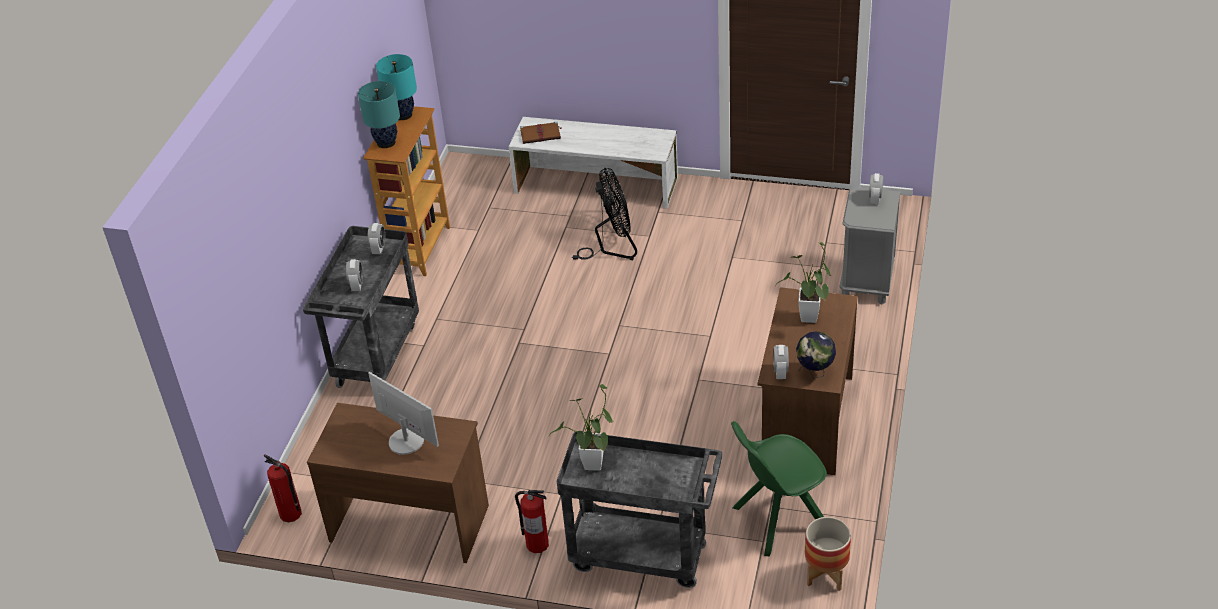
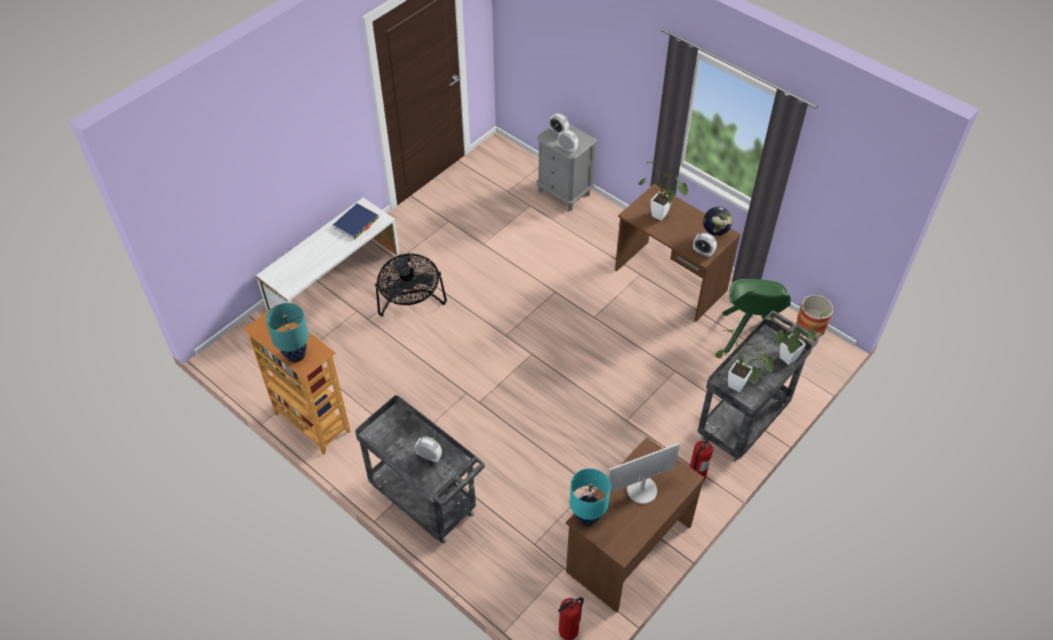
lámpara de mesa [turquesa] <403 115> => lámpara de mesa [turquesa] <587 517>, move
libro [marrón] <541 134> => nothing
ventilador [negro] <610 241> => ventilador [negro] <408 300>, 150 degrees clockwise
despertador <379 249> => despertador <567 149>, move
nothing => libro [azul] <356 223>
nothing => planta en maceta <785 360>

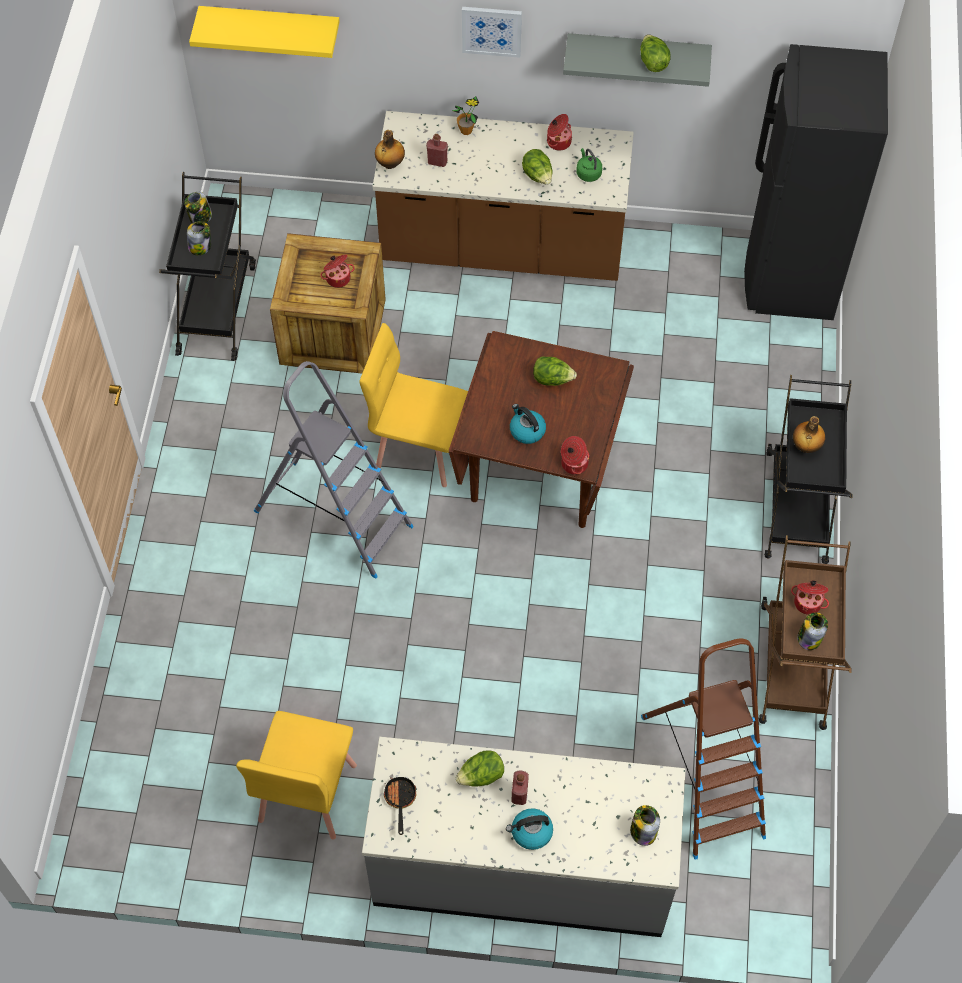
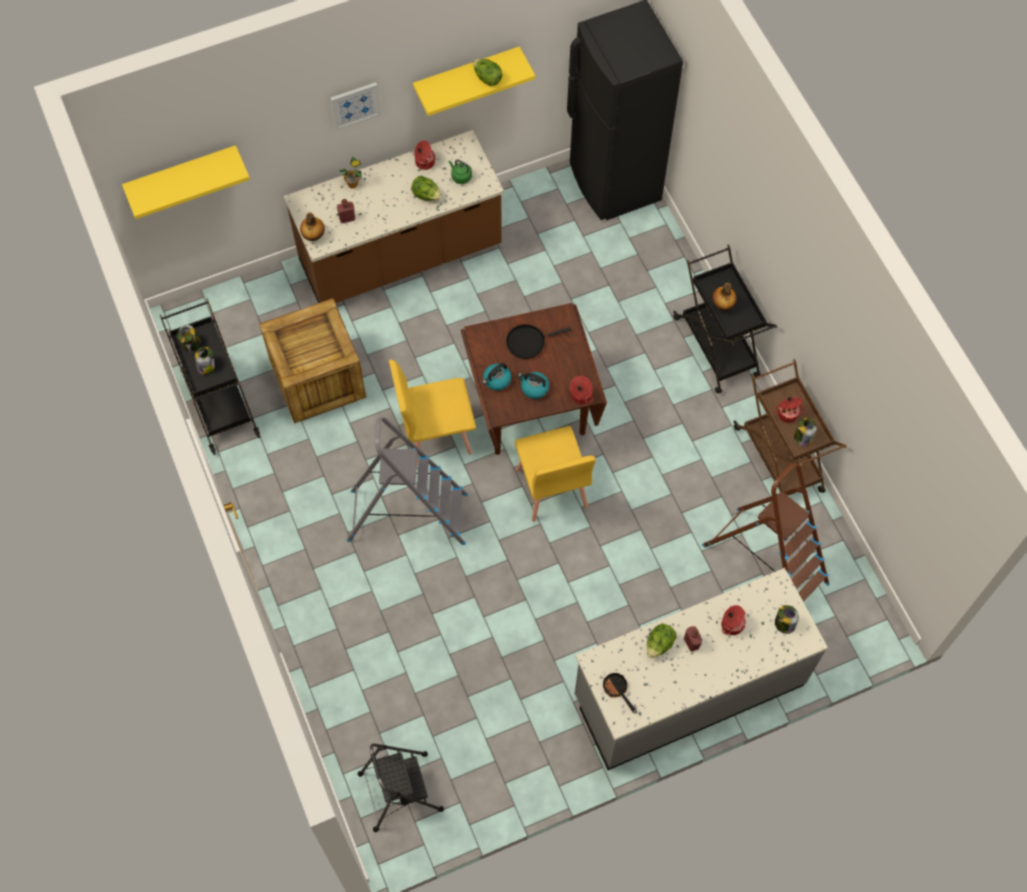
estante [gris] <638 53> => estante [amarillo] <466 74>
olla <338 278> => olla <731 624>, move
lechuga <552 379> => sartén [negro] <528 342>
silla [amarillo] <306 793> => silla [amarillo] <551 489>, move
hervidor <531 832> => hervidor <496 380>, move
nothing => escalera de tijera [negro] <397 791>

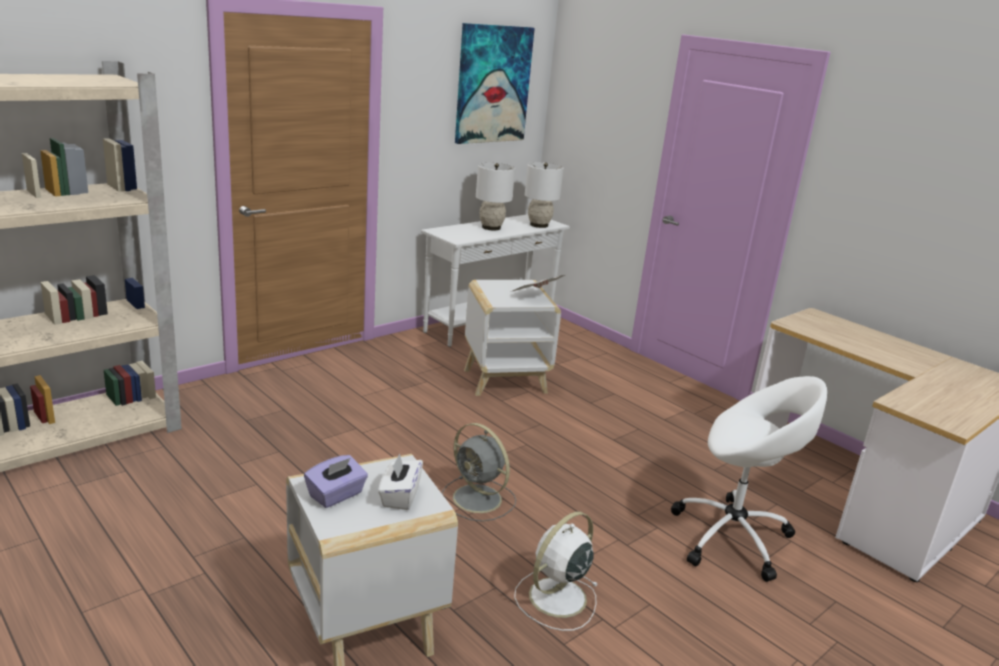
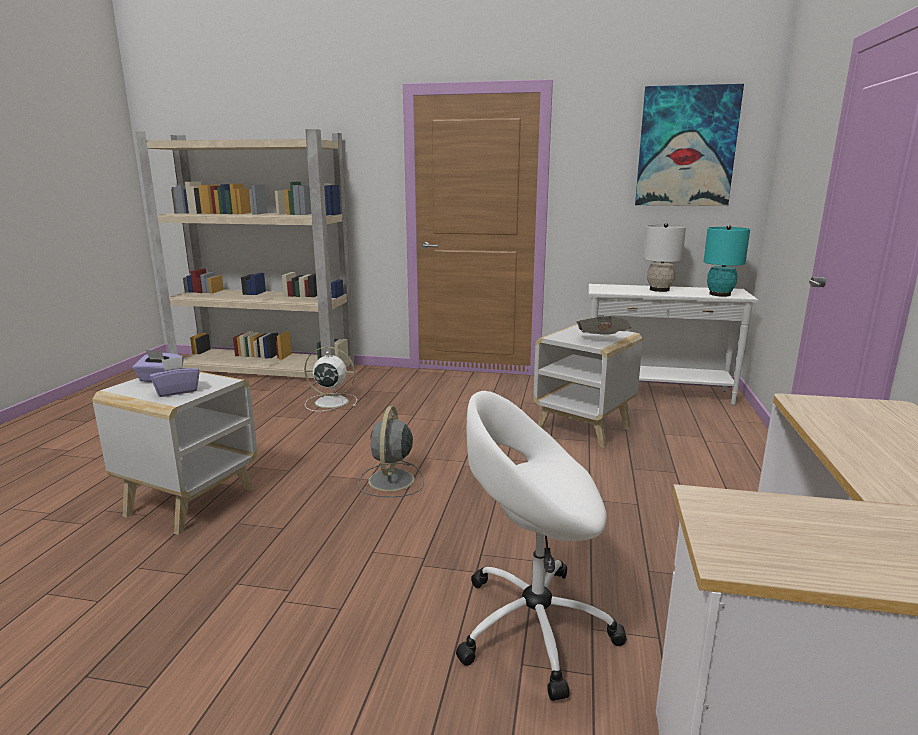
lámpara de mesa [blanco] <538 225> => lámpara de mesa [turquesa] <719 294>
silla de oficina [blanco] <734 537> => silla de oficina [blanco] <530 626>, 105 degrees clockwise
caja de pañuelos [blanco] <399 496> => caja de pañuelos [morado] <177 391>
ventilador [blanco] <555 598> => ventilador [blanco] <330 402>, move

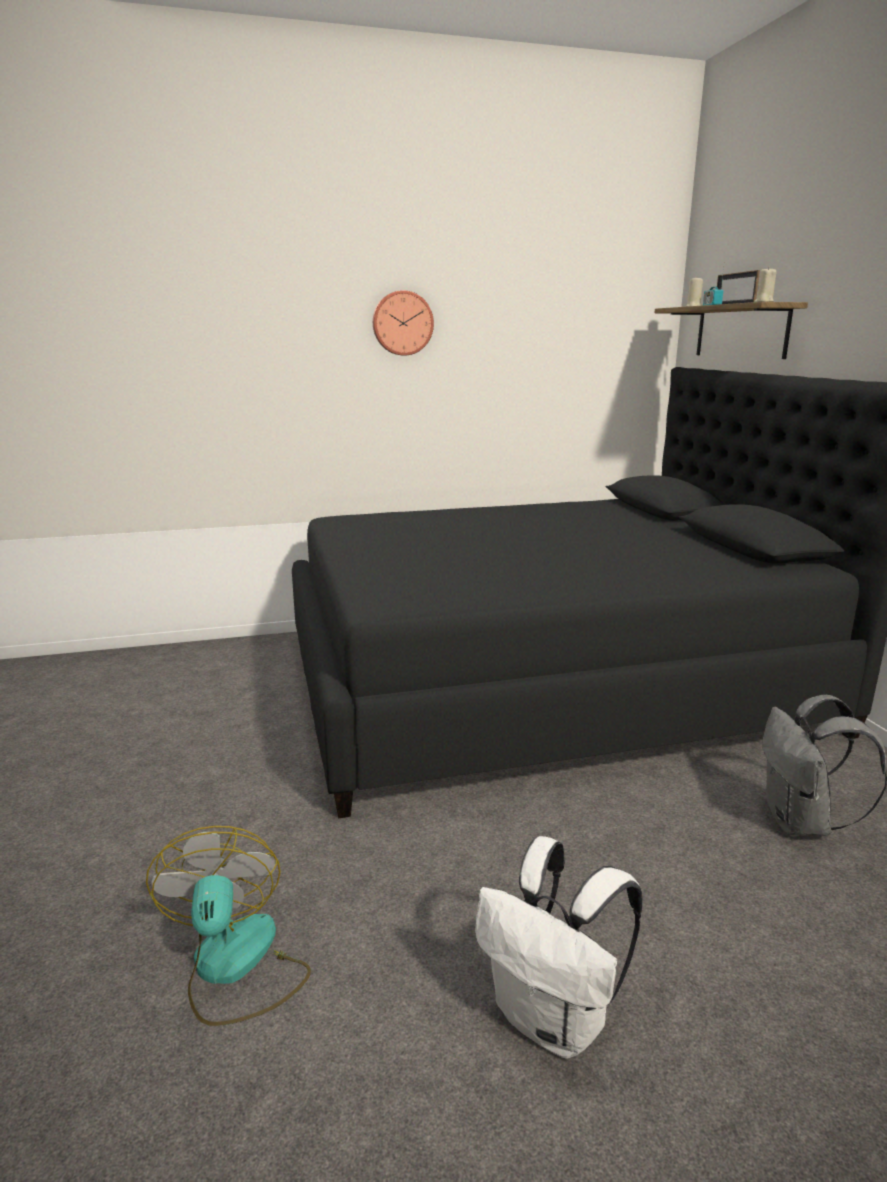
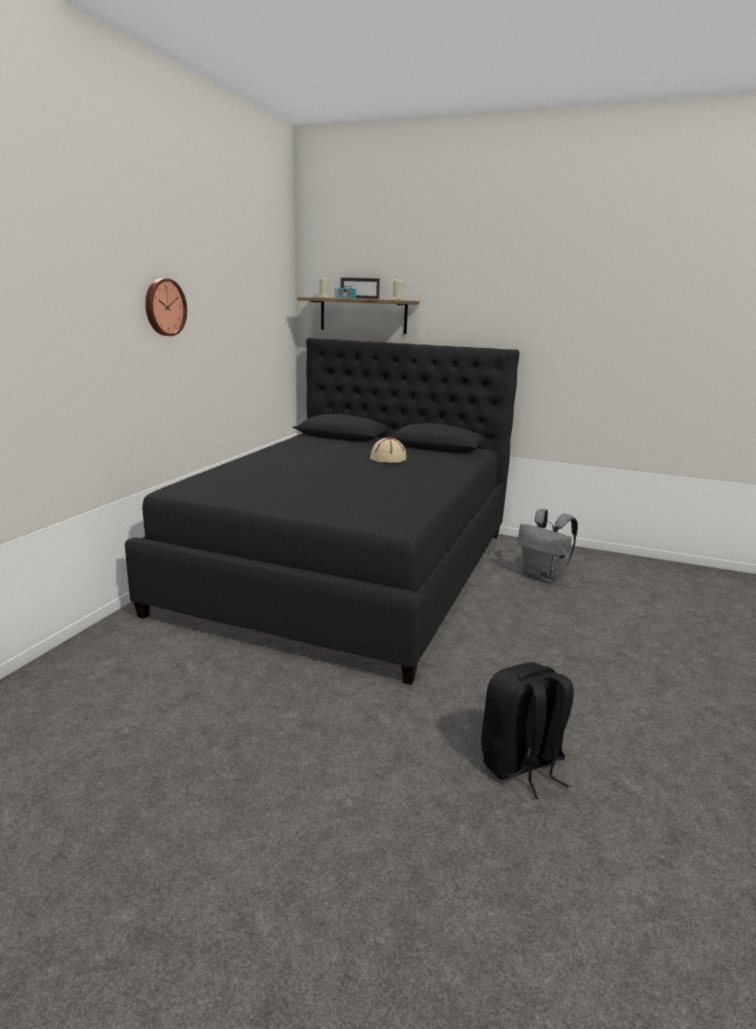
ventilador <235 967> => mochila [negro] <521 765>
mochila [blanco] <553 1020> => nothing
nothing => sombrero [beis] <388 459>

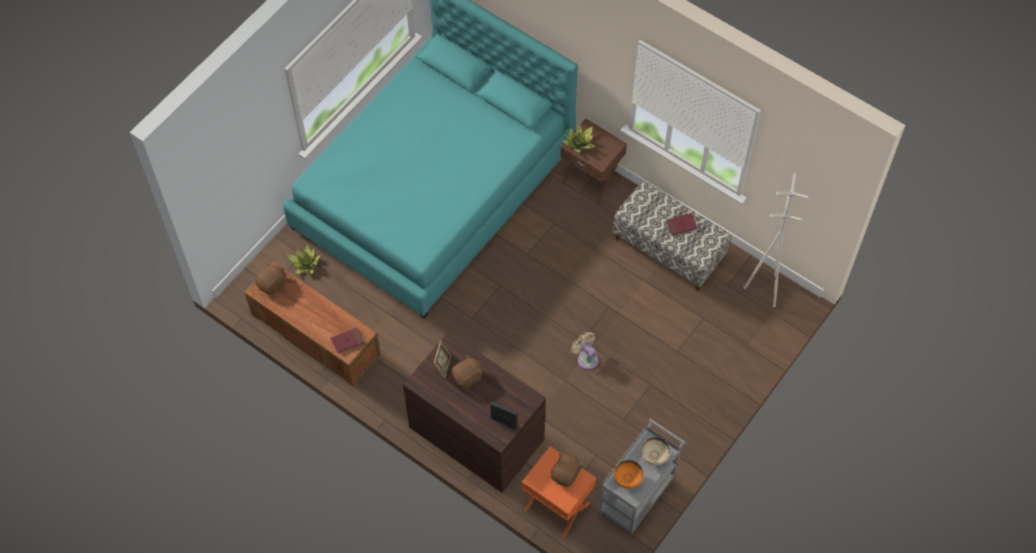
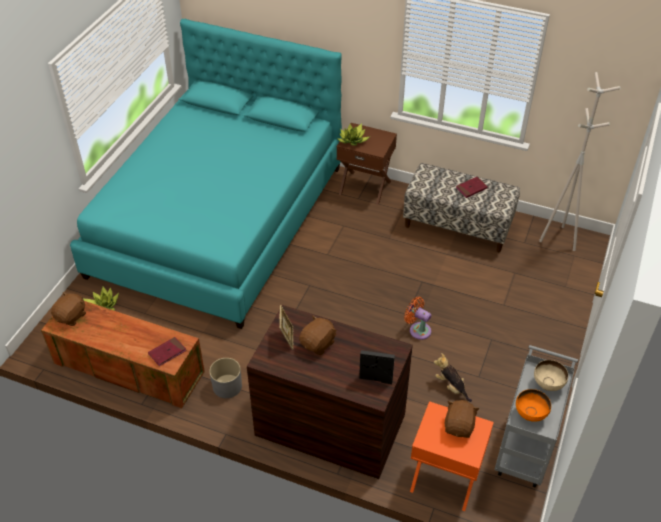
ventilador [beis] <586 358> => ventilador [naranja] <418 329>
nothing => peluche <451 386>
nothing => maceta [gris] <227 386>

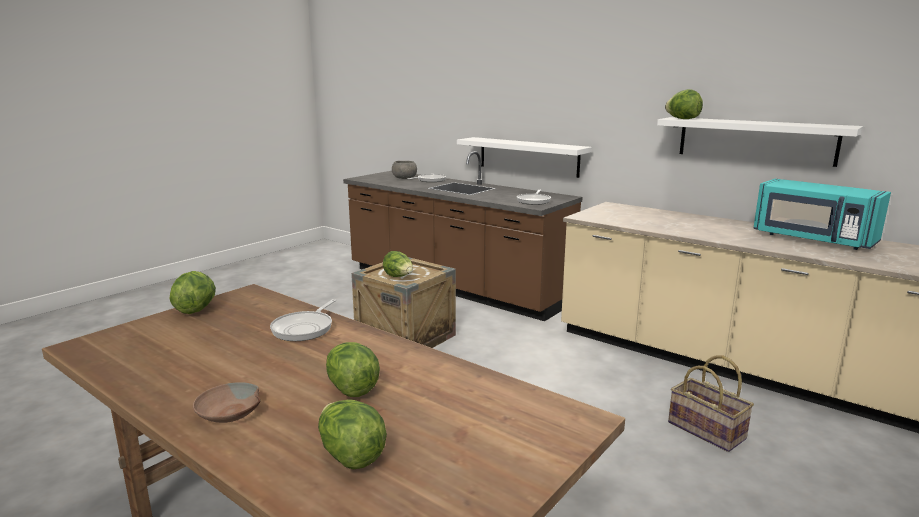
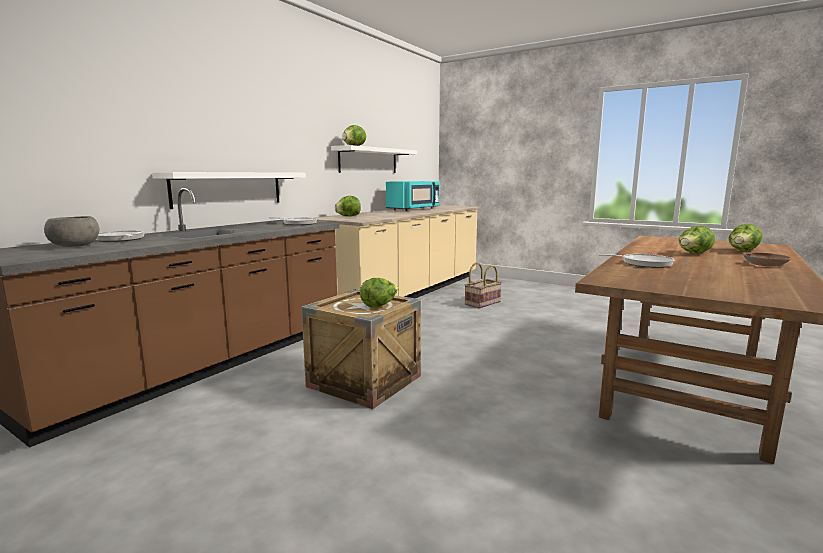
lechuga <196 309> => lechuga <348 216>, move

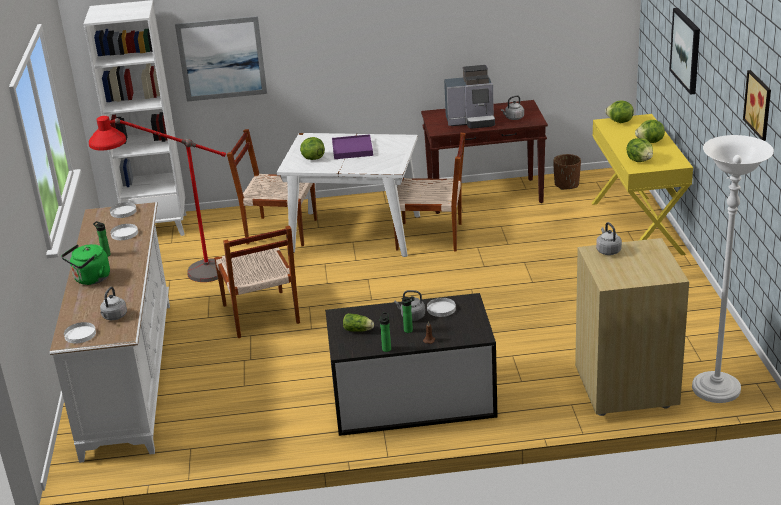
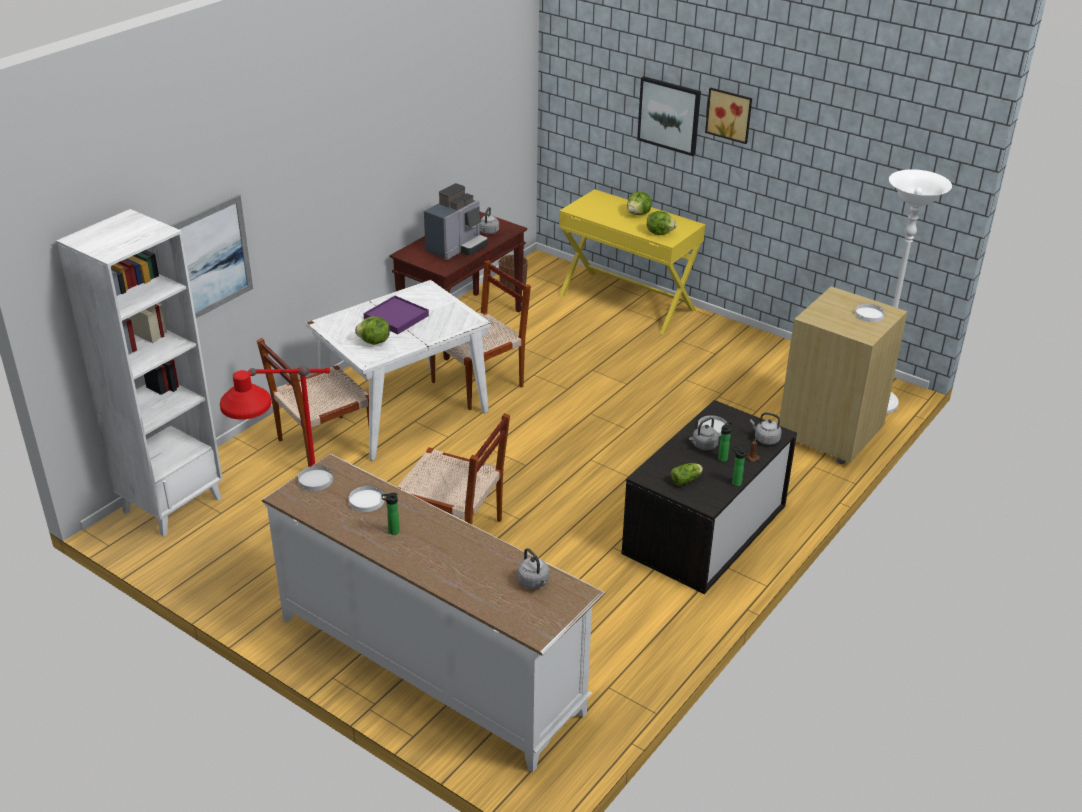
cuadro <760 104> => cuadro <730 114>, move
lechuga <619 122> => nothing
hervidor [gris] <608 250> => hervidor [gris] <765 439>, move
hervidor [verde] <90 279> => nothing
plato [blanco] <80 334> => plato [blanco] <869 314>, move

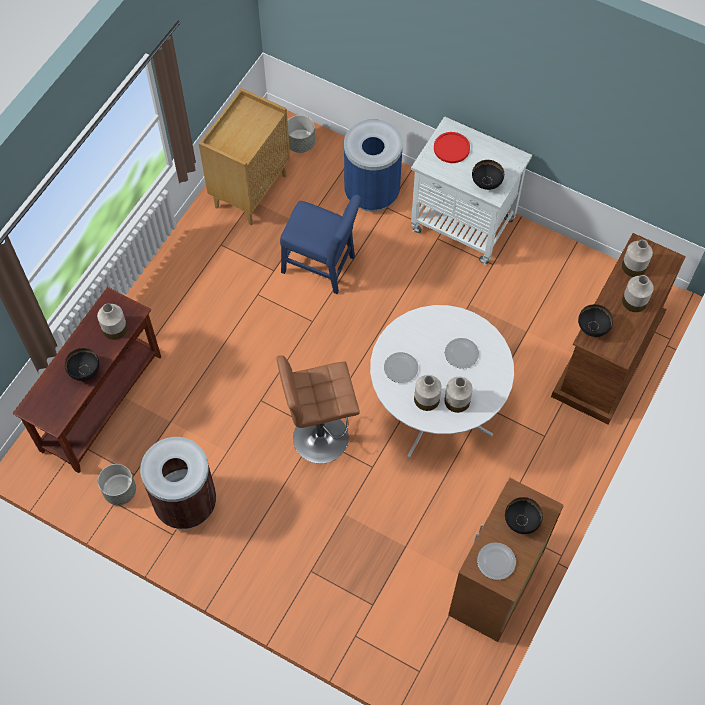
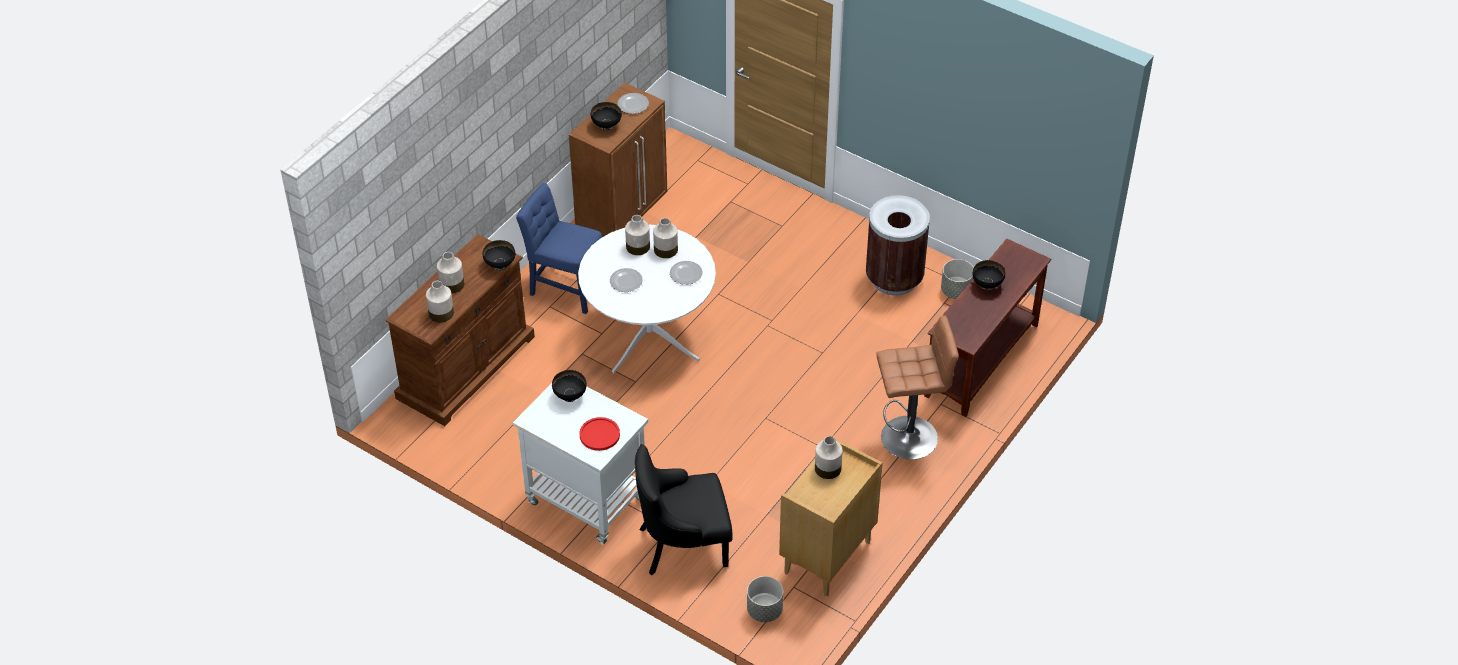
papelera [azul] <372 193> => silla [negro] <684 545>
silla [azul] <321 267> => silla [azul] <565 287>, move
florero [beis] <115 328> => florero [beis] <827 468>, move
taburete [marrón] <320 437> => taburete [marrón] <910 438>, move

